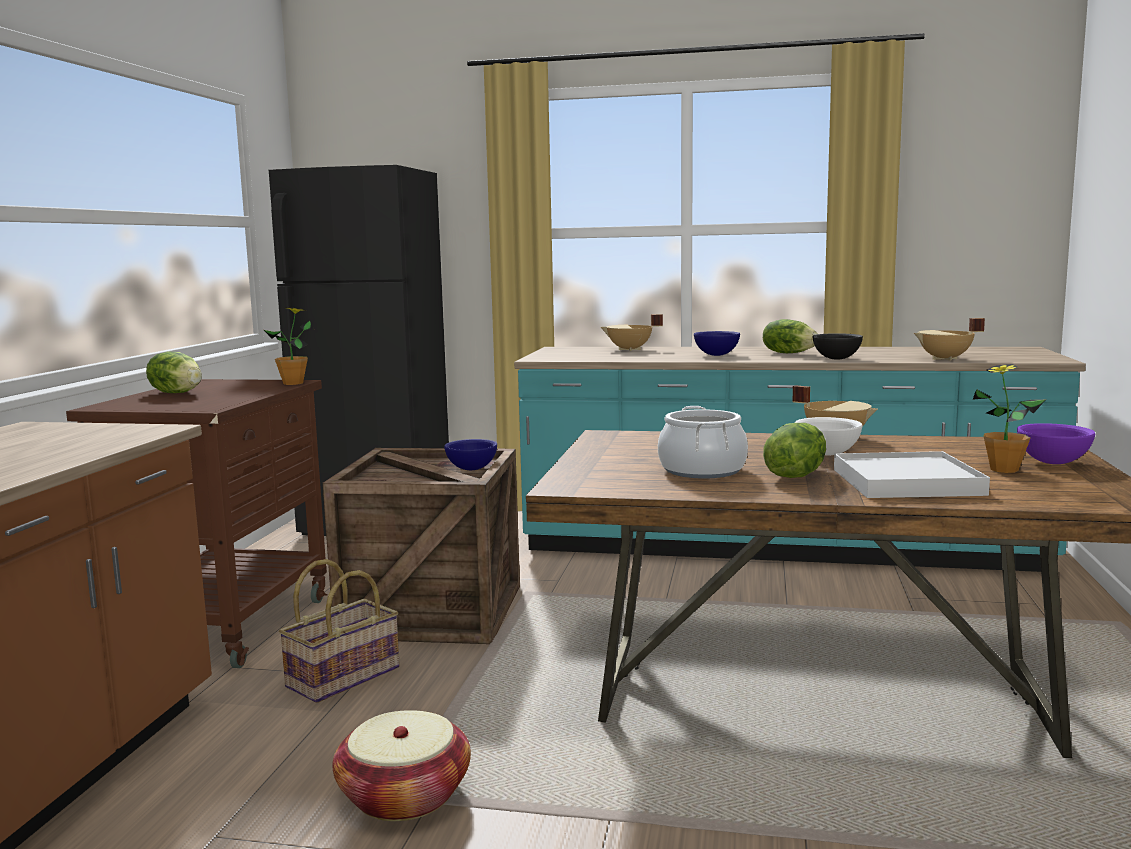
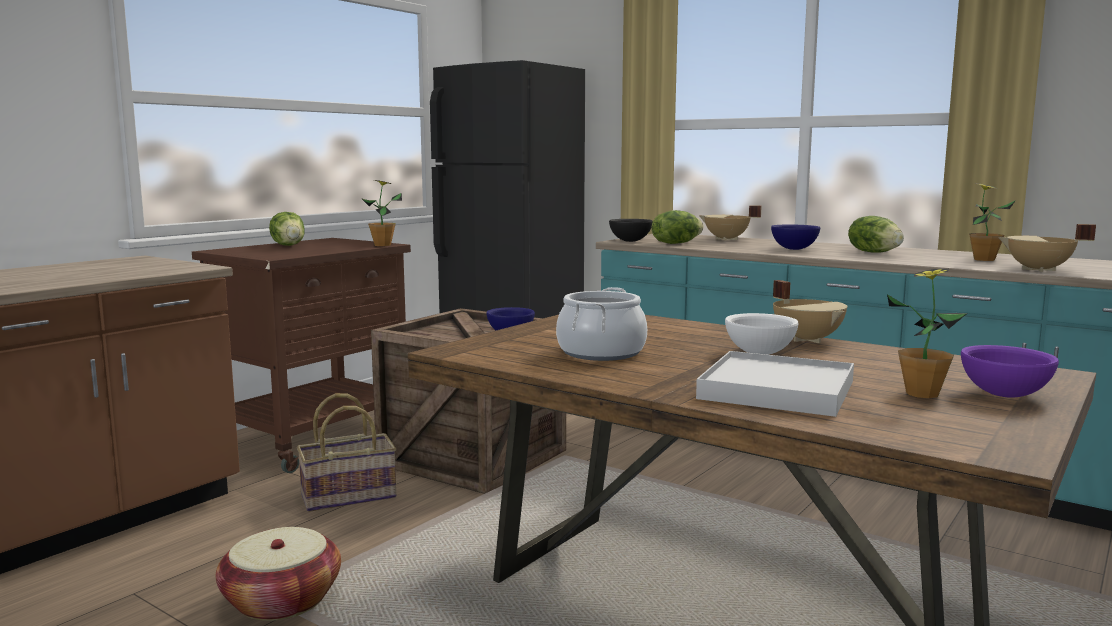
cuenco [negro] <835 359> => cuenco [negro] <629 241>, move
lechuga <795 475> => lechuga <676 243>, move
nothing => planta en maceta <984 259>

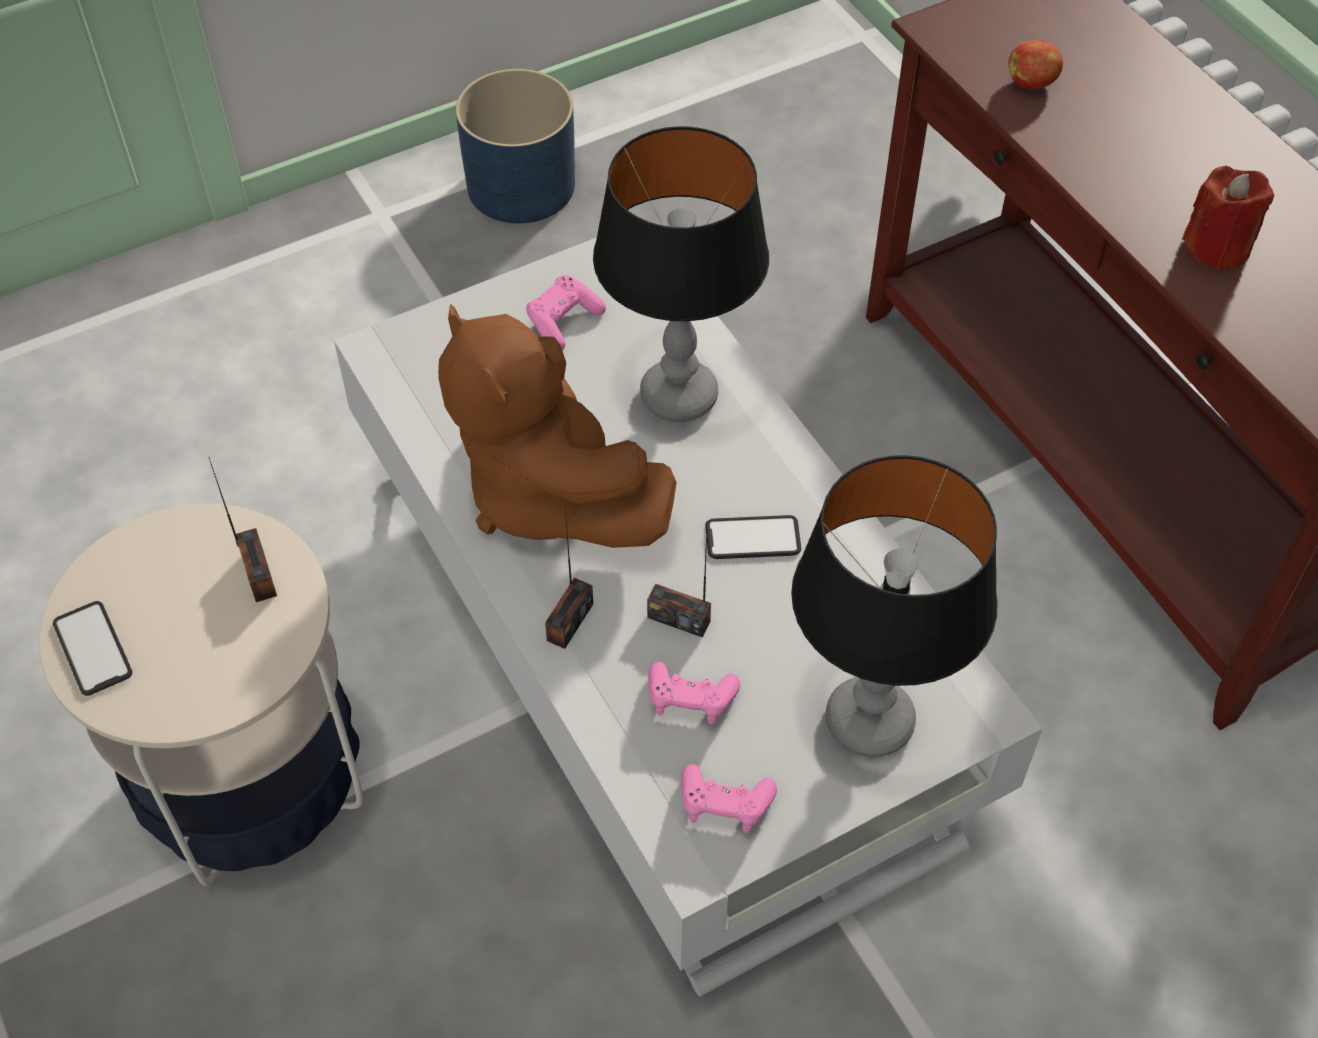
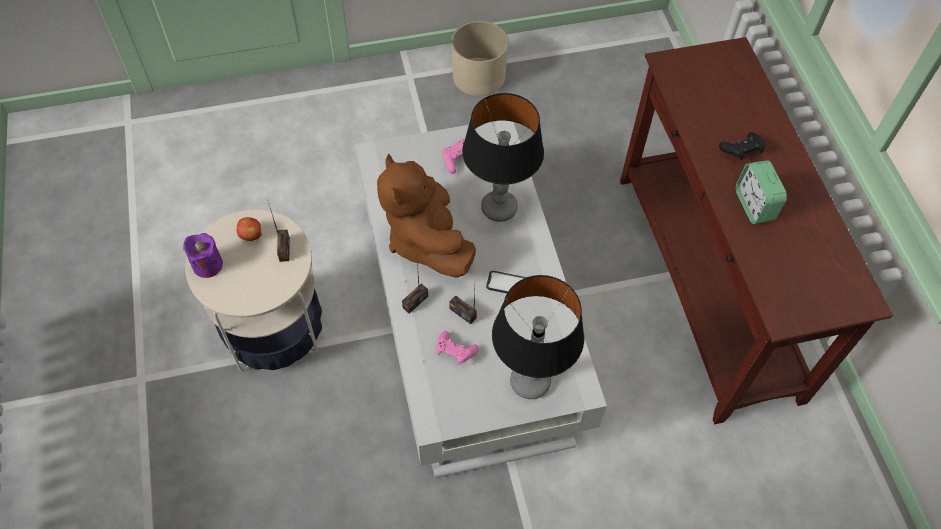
manzana <1031 83> => manzana <251 235>, move
maceta [azul] <521 186> => maceta [beis] <479 76>
vela [rojo] <1217 246> => despertador <754 205>
móvil <93 649> => vela [morado] <207 265>
mando de consola [rosa] <724 807> => nothing
nothing => mando de consola [negro] <741 151>

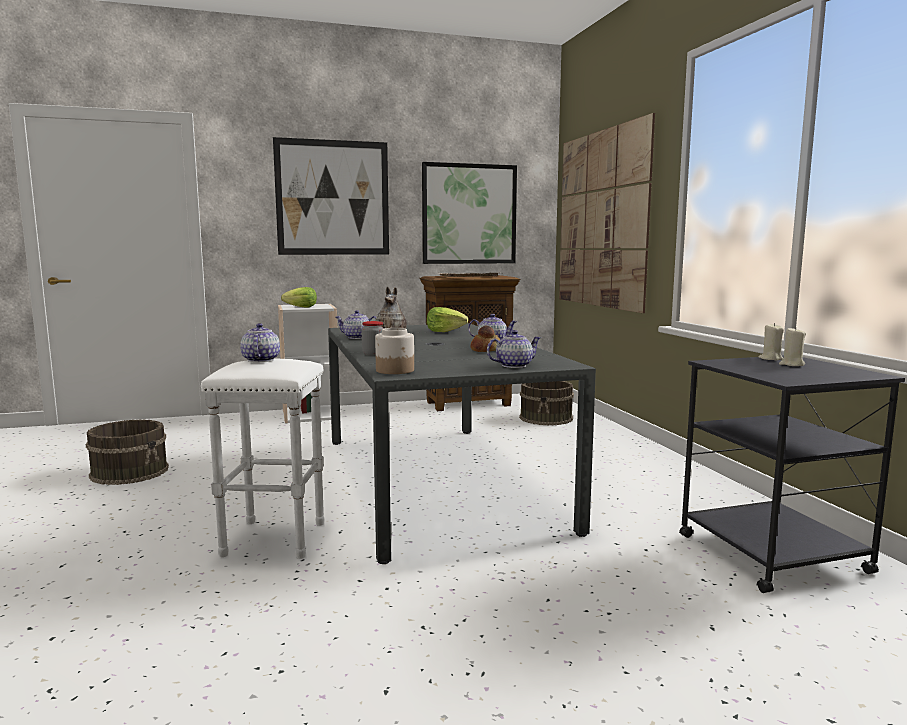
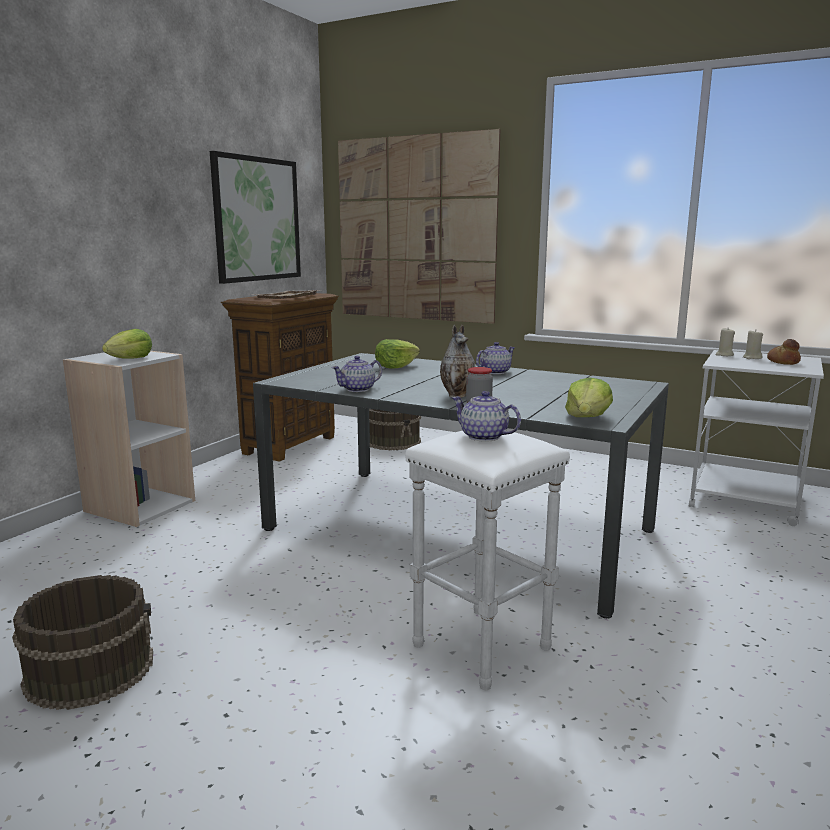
cuadro <333 198> => nothing
pan <486 350> => pan <783 362>, move
tarro <395 370> => lechuga <587 418>
tetera <513 365> => nothing
carrito [negro] <773 555> => carrito [blanco] <746 500>

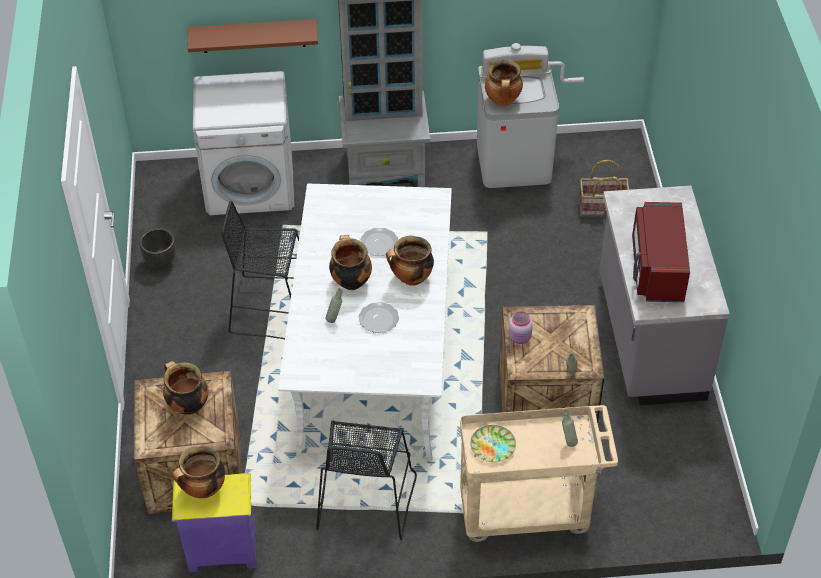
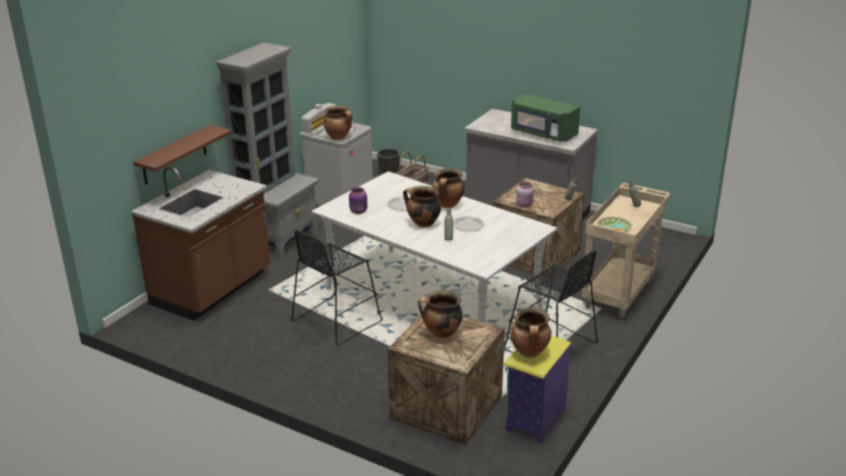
lavadora [blanco] <251 186> => mueble bajo de cocina [marrón] <213 289>
microondas [rojo] <657 268> => microondas [verde] <542 134>
maceta [negro] <161 262> => maceta [negro] <389 172>, move
nothing => tarro [morado] <358 211>

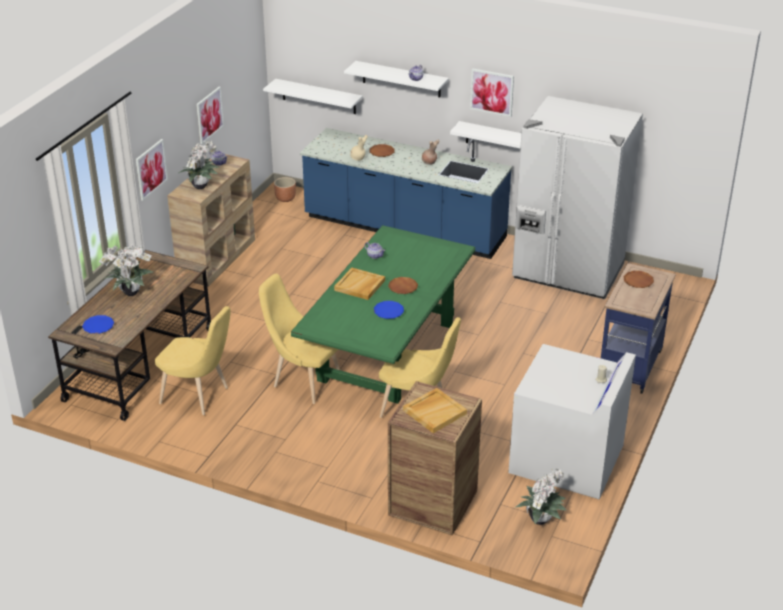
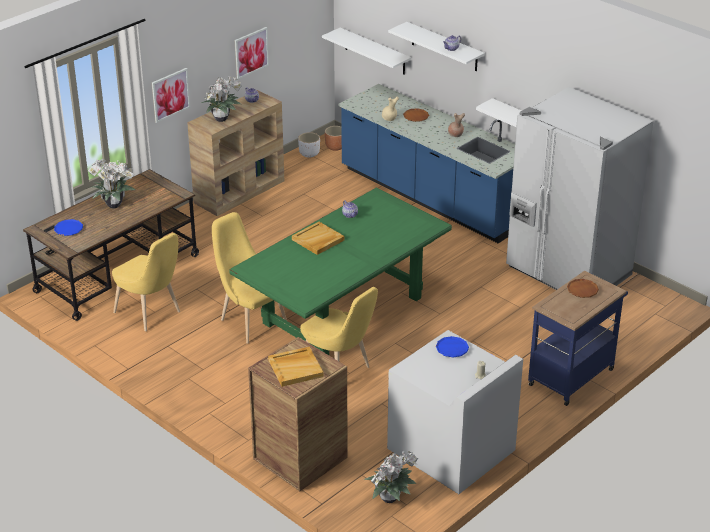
cuadro <492 92> => nothing
plato [marrón] <403 287> => nothing
plato [azul] <388 312> => plato [azul] <452 349>, move
nothing => maceta [blanco] <309 154>

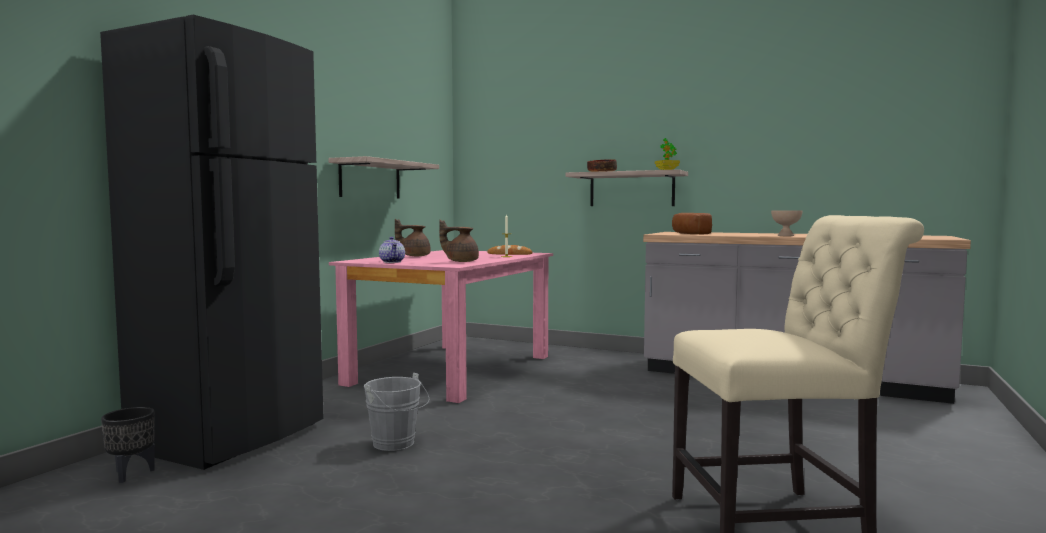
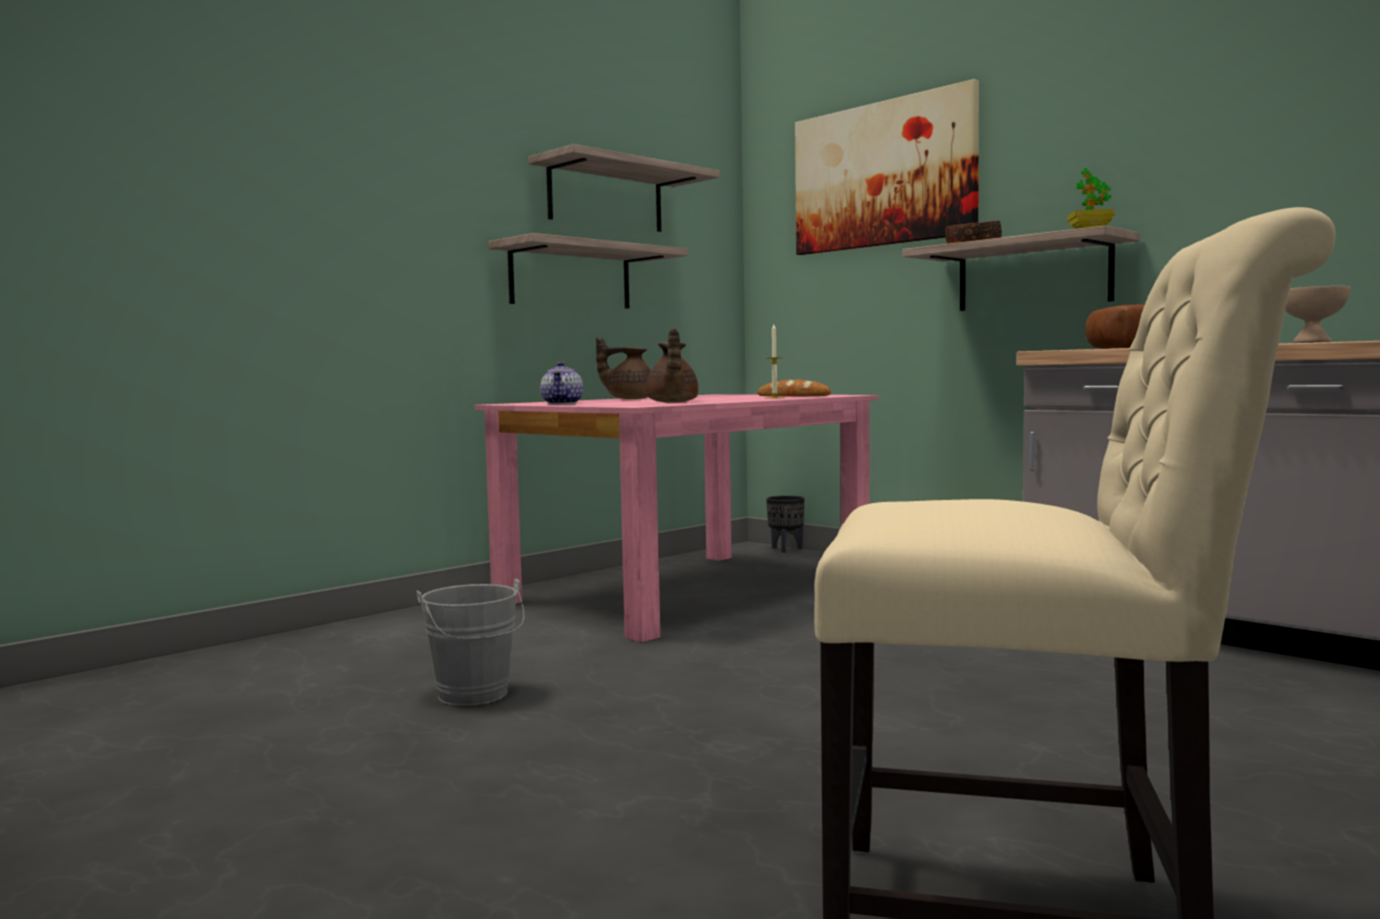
nevera [negro] <230 437> => nothing
tetera [marrón] <461 261> => tetera [marrón] <671 402>, 120 degrees counterclockwise
maceta [negro] <130 474> => maceta [negro] <785 549>, move
nothing => cuadro <882 174>
nothing => estante <606 197>

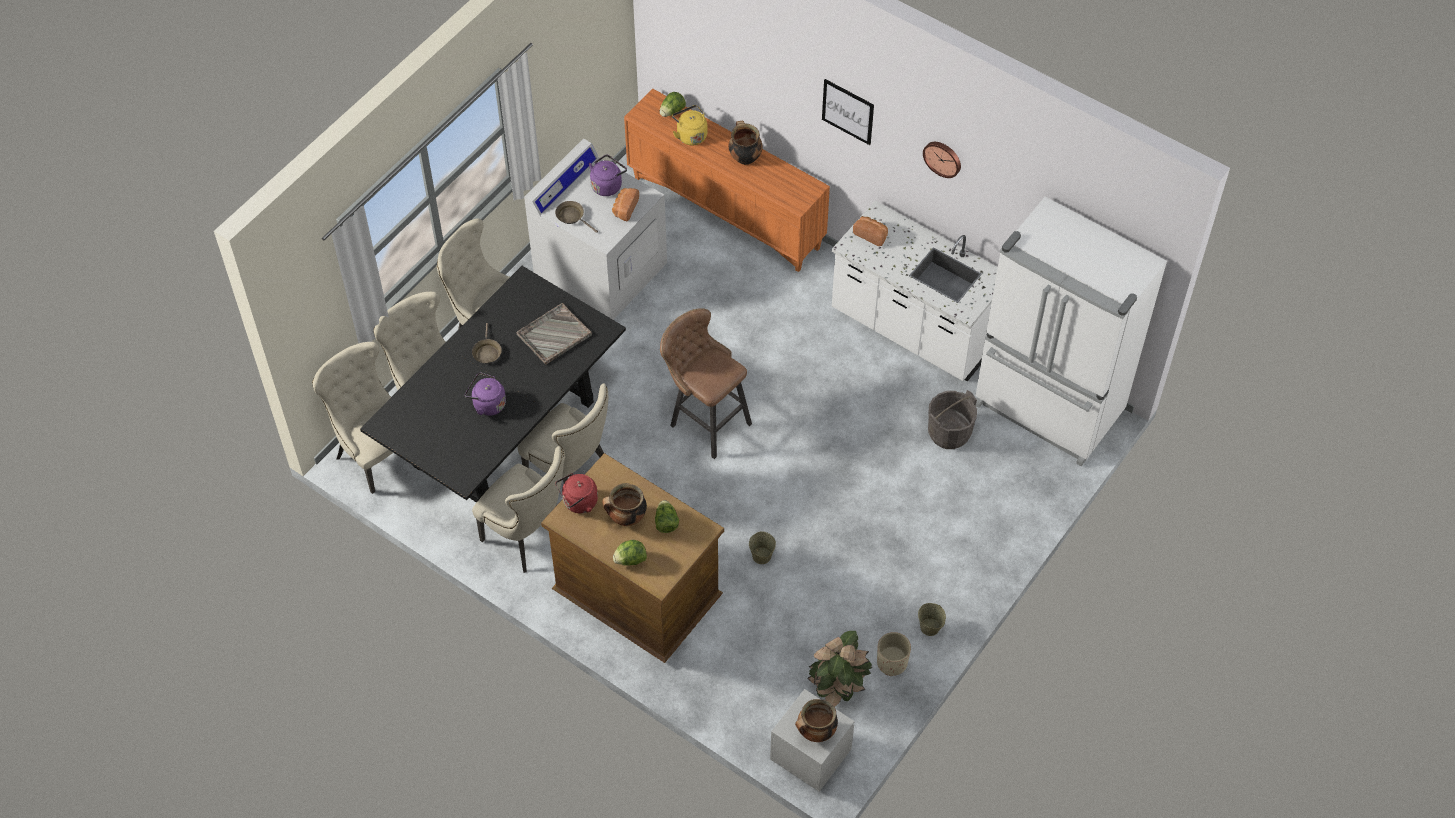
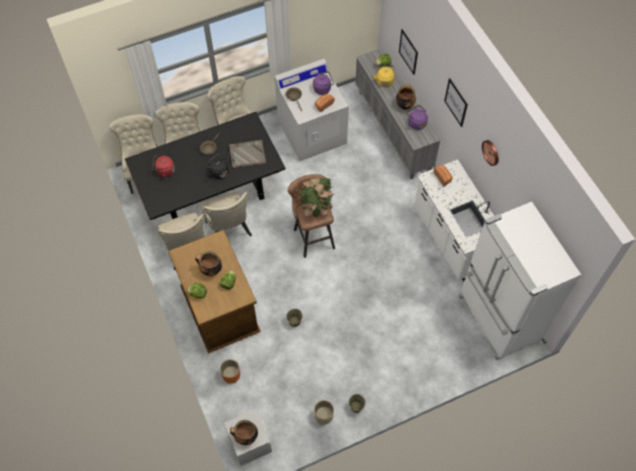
cómoda [naranja] <724 214> => cómoda [gris] <392 131>
hervidor [morado] <487 404> => hervidor [morado] <416 123>, move
cubo [gris] <949 432> => nothing
hervidor [rojo] <578 503> => hervidor [rojo] <164 171>, move
planta en maceta <838 689> => planta en maceta <316 210>, move
nothing => cuadro <408 52>
nothing => hervidor [negro] <218 172>
nothing => maceta [naranja] <231 375>

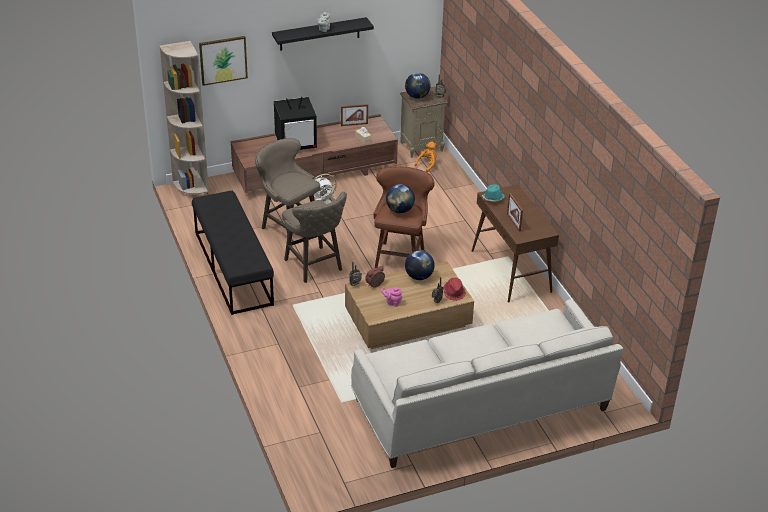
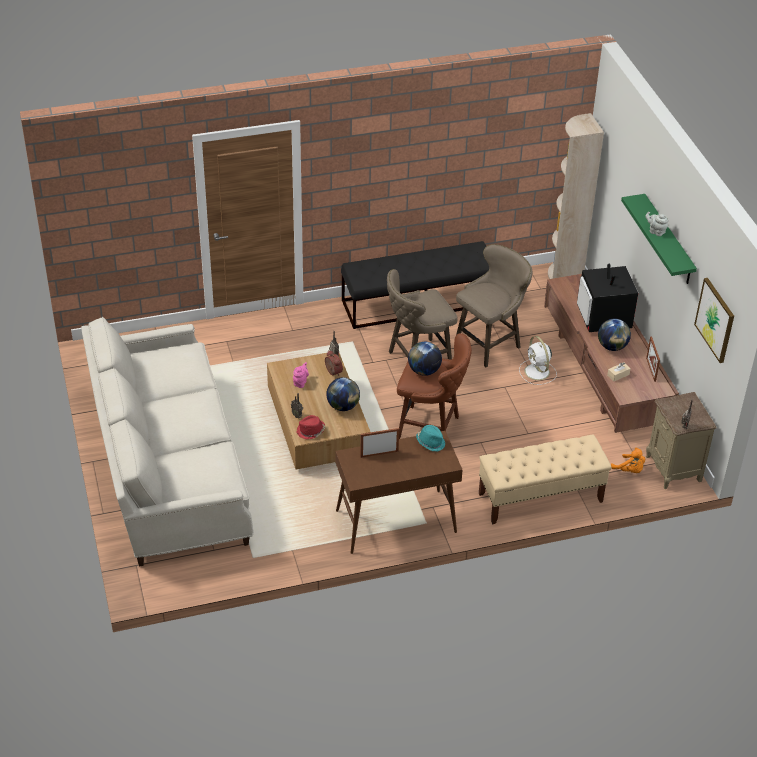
estante [negro] <319 34> => estante [verde] <668 240>
cuadro <223 60> => cuadro <715 320>, move
globo terráqueo <417 96> => globo terráqueo <612 347>, move
nothing => banco [beis] <540 498>

